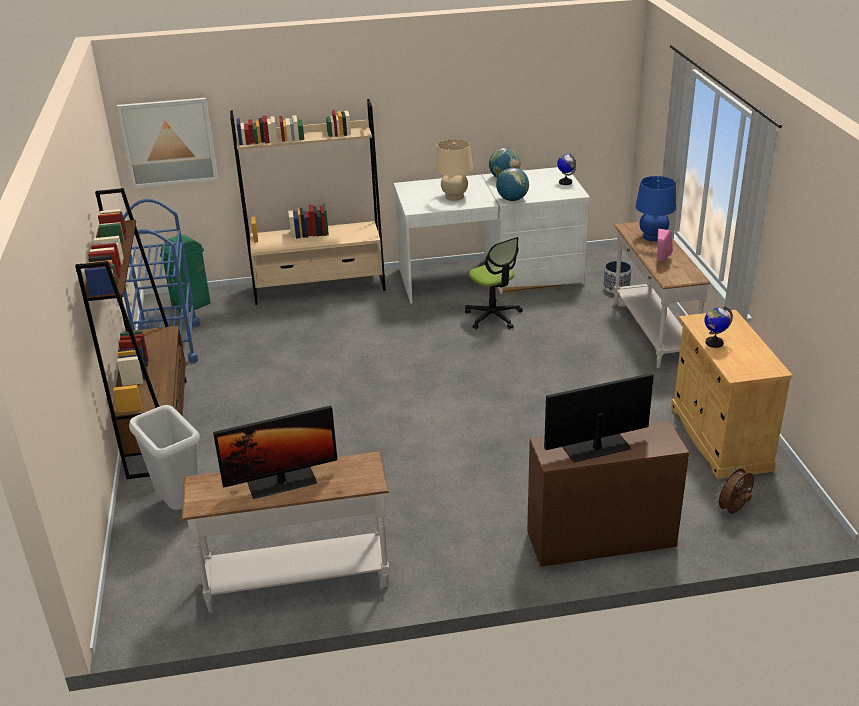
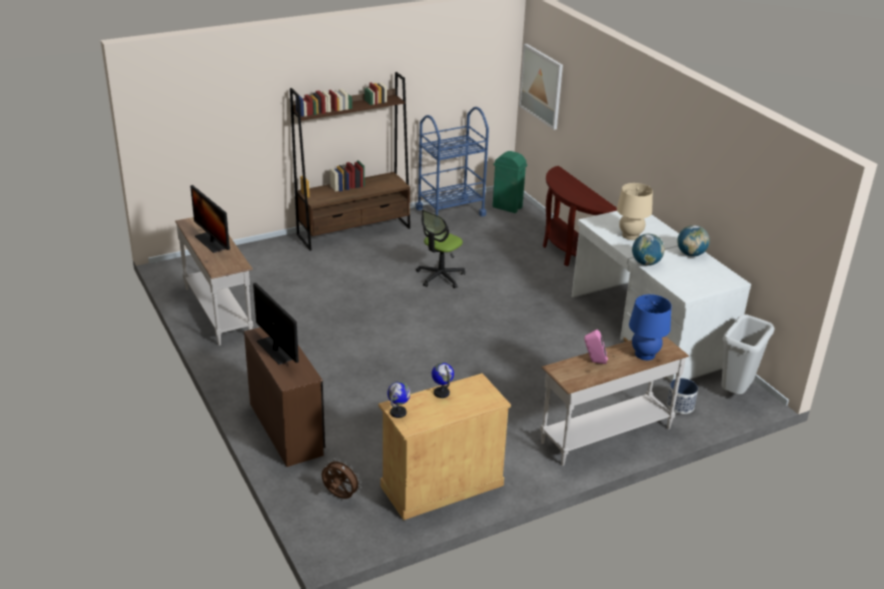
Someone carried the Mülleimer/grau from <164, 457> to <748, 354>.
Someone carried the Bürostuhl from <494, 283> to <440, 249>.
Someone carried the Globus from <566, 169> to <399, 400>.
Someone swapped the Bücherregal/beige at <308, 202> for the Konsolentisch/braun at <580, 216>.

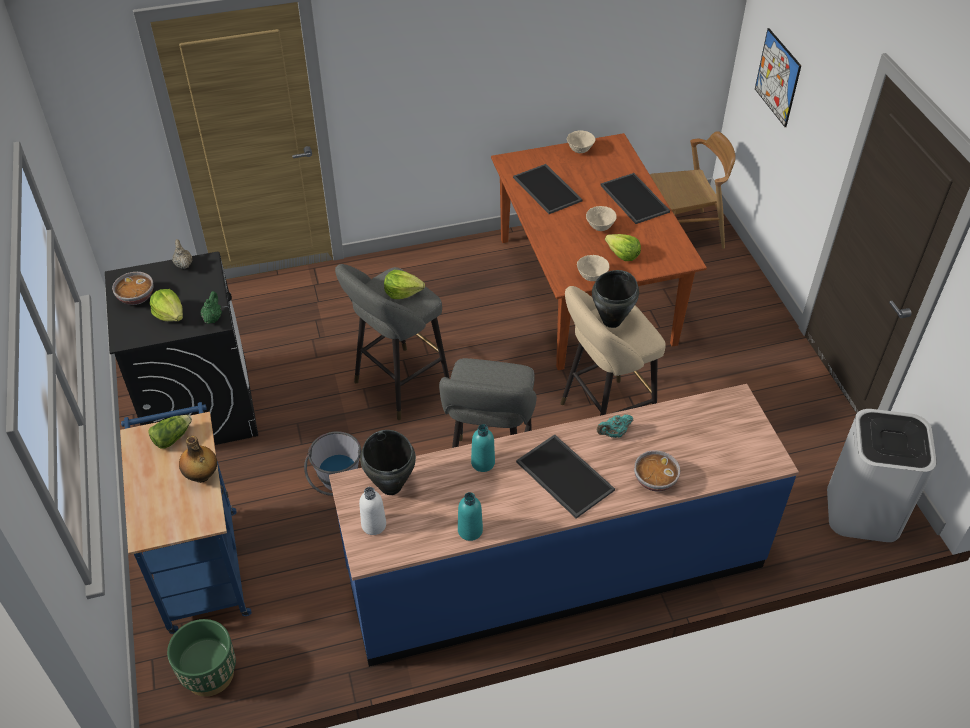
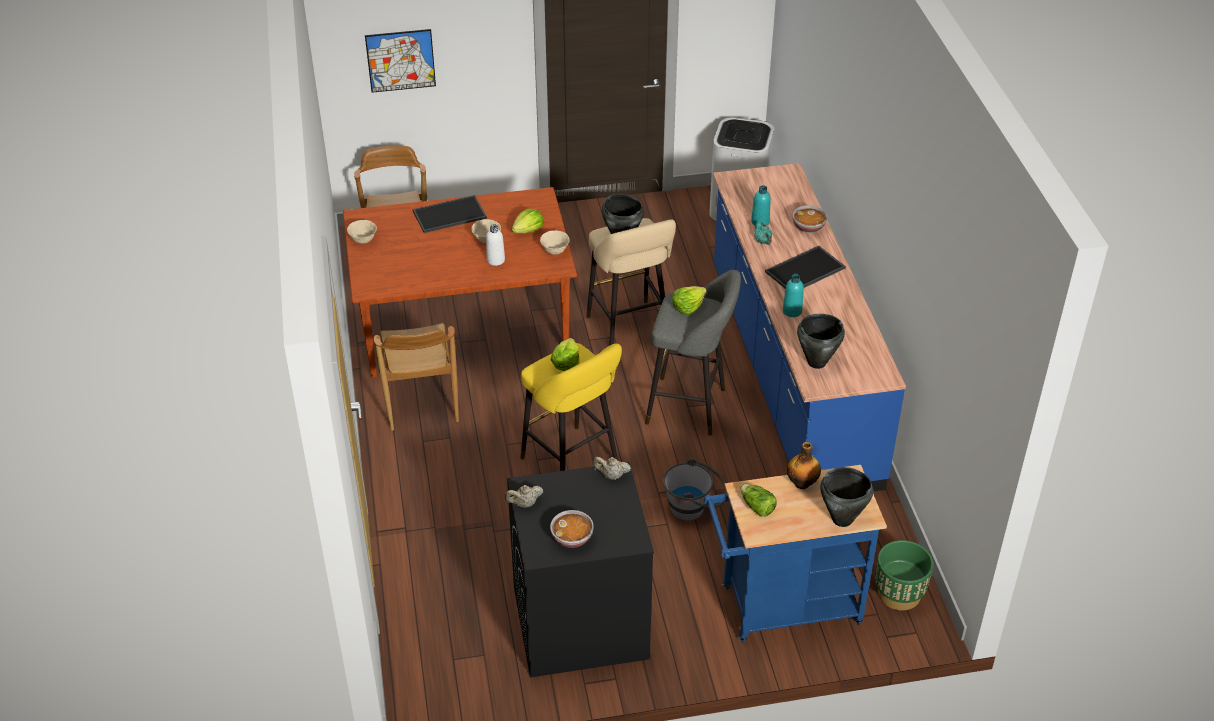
Someone took away the Tablett at <548, 189>.
Someone put down the Stuhl/braun at <416, 377>.
Someone put down the Kochtopf/schwarz at <846, 497>.
Someone carried the Salatkopf from <166, 305> to <689, 300>.
Someone carried the Flasche/weiß from <372, 511> to <495, 245>.
Someone carried the Flasche/türkis from <470, 516> to <761, 205>.
Someone repainted the Teekanne/grün at <211, 307>, which became the Teekanne/beige at <612, 468>.
Someone repainted the Hocker/grau at <392, 342>, which became the Hocker/gelb at <571, 407>.

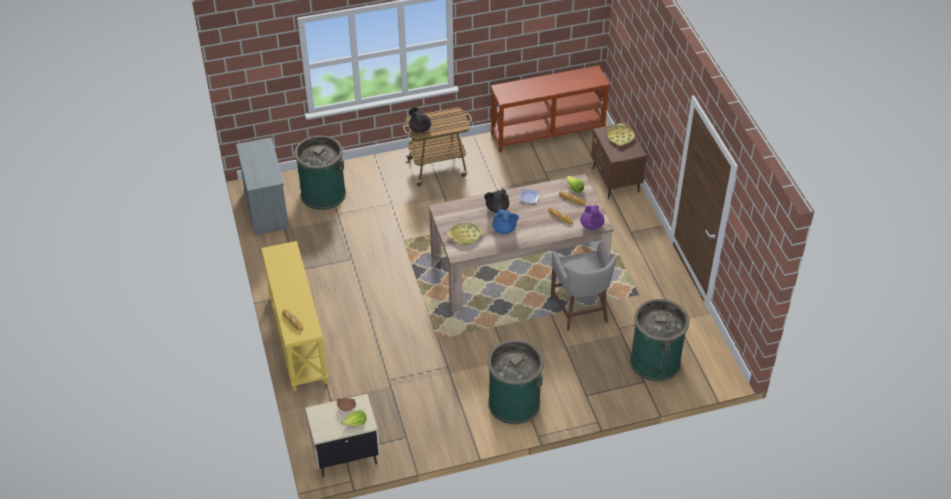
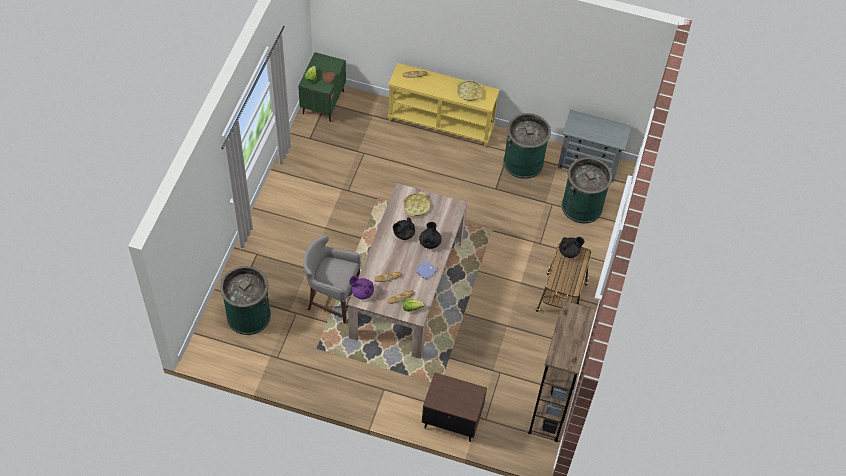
Someone carried the Mülleimer/grün from <516, 382> to <527, 146>.
Someone carried the Tablett/gelb from <621, 134> to <470, 91>.
Someone swapped the Konsolentisch/braun at <550, 109> for the Bücherregal/braun at <562, 371>.
Someone repainted the Nachttisch/beige at <342, 435>, which became the Nachttisch/grün at <322, 87>.
Someone repainted the Teekanne/blau at <506, 221>, which became the Teekanne/schwarz at <404, 229>.

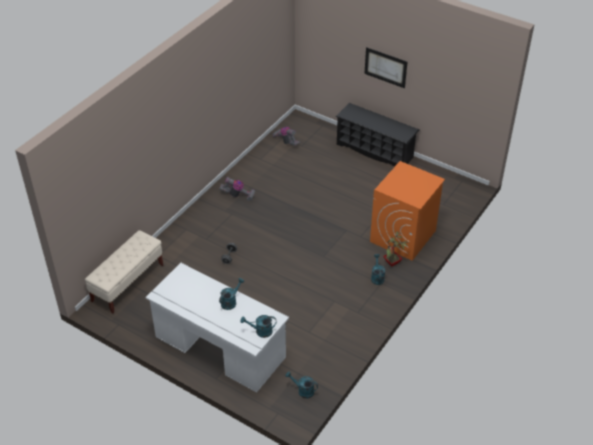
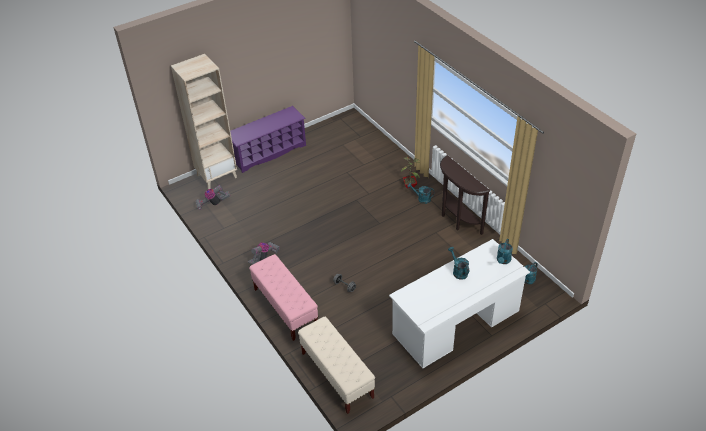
Someone took away the Bild at <385, 67>.
Someone took away the Waschmaschine/orange at <407, 211>.
Someone put down the Bücherregal/beige at <204, 121>.
Someone put down the Bank/rosa at <283, 297>.
Someone put down the Konsolentisch/braun at <465, 195>.
Someone repainted the Schuhregal/schwarz at <378, 134>, which became the Schuhregal/lila at <268, 139>.

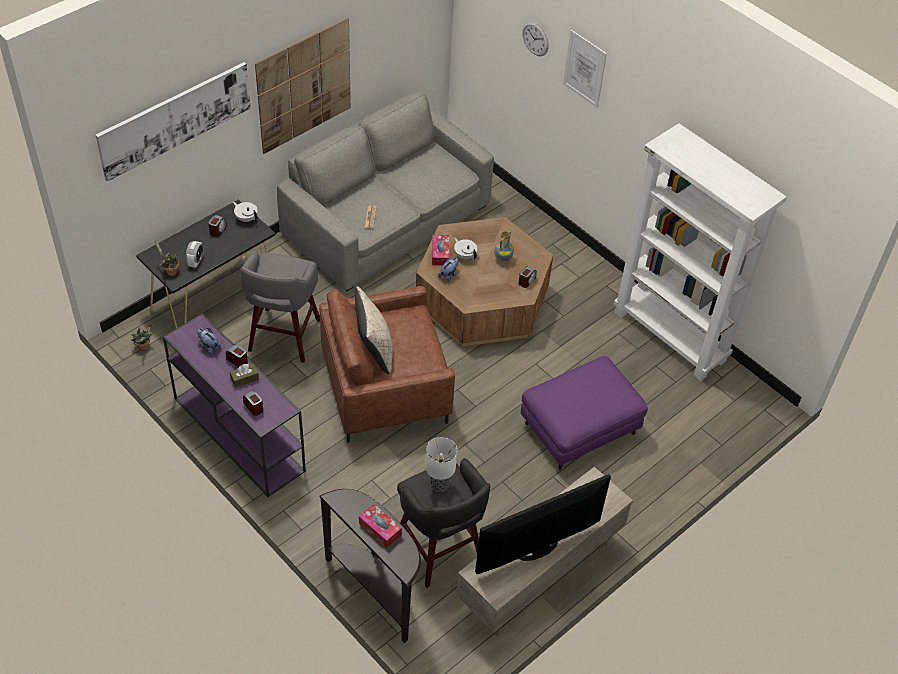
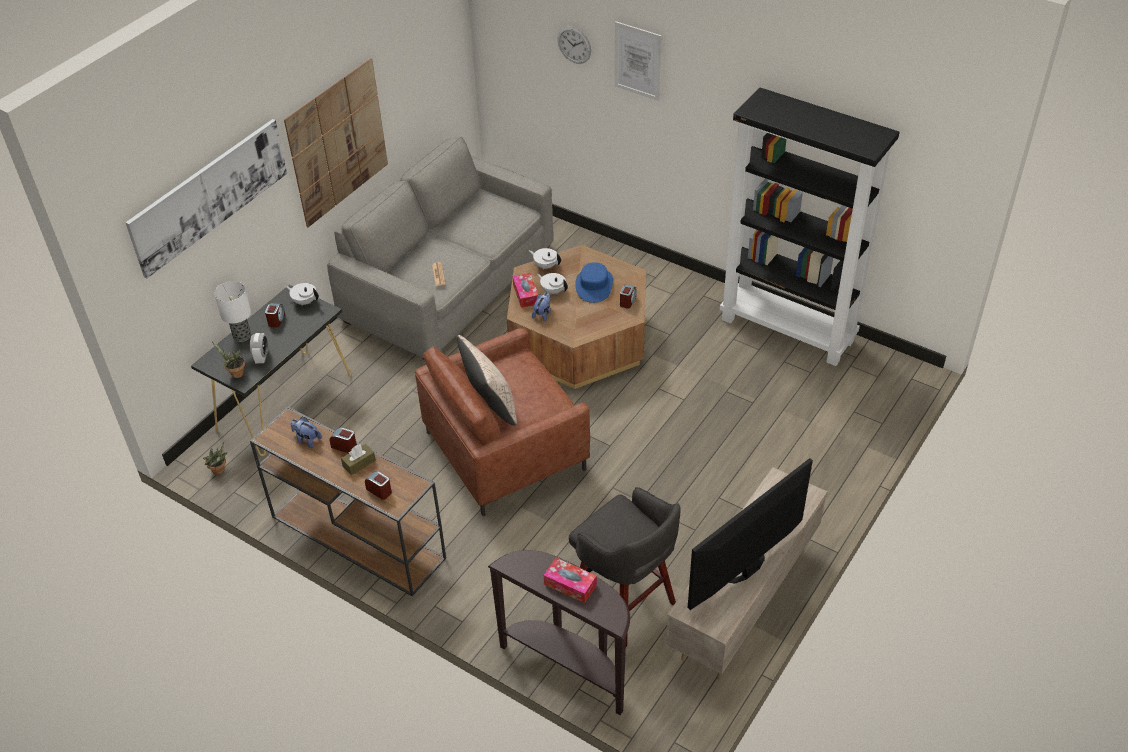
Someone took away the Hocker/grau at <280, 306>.
Someone took away the Polsterhocker/lila at <584, 413>.
Someone put down the Teekanne/weiß at <545, 259>.
Someone carried the Tischlampe from <441, 464> to <232, 311>.
Someone swapped the Vase at <504, 246> for the Hut/blau at <594, 282>.
Someone repainted the Konsolentisch/lila at <234, 405>, which became the Konsolentisch/braun at <348, 501>.
Someone repainted the Bücherregal/weiß at <700, 252>, which became the Bücherregal/schwarz at <810, 227>.

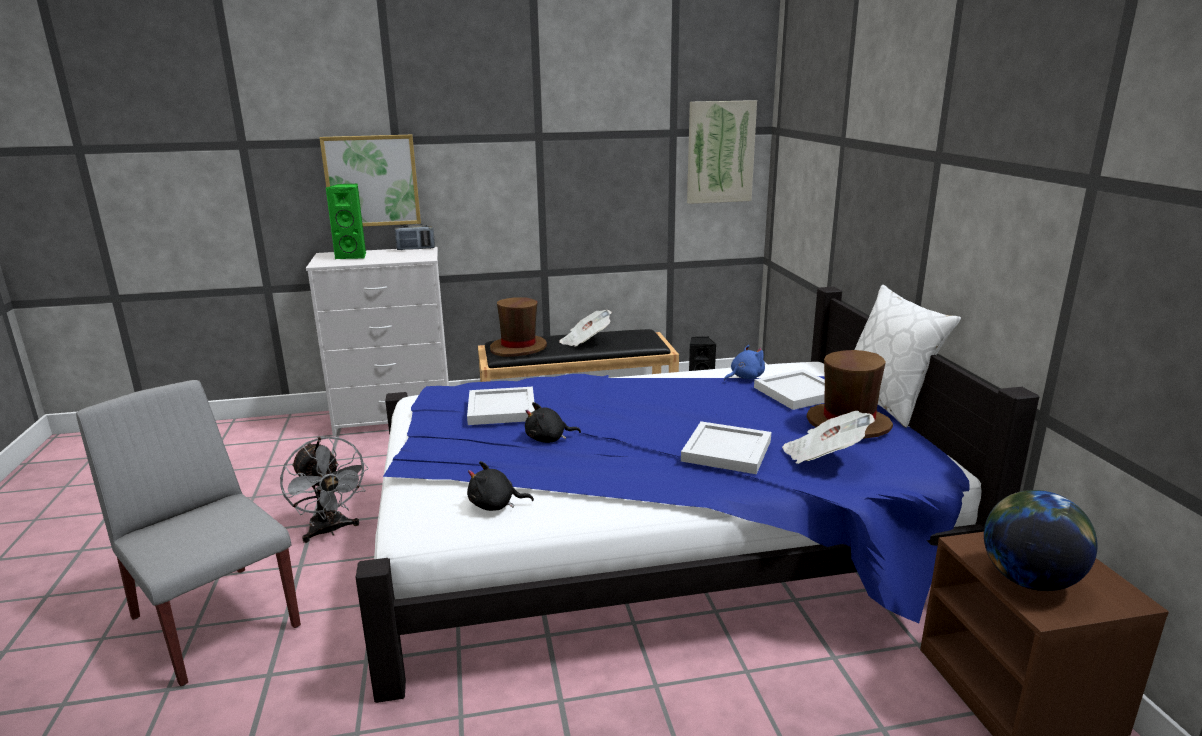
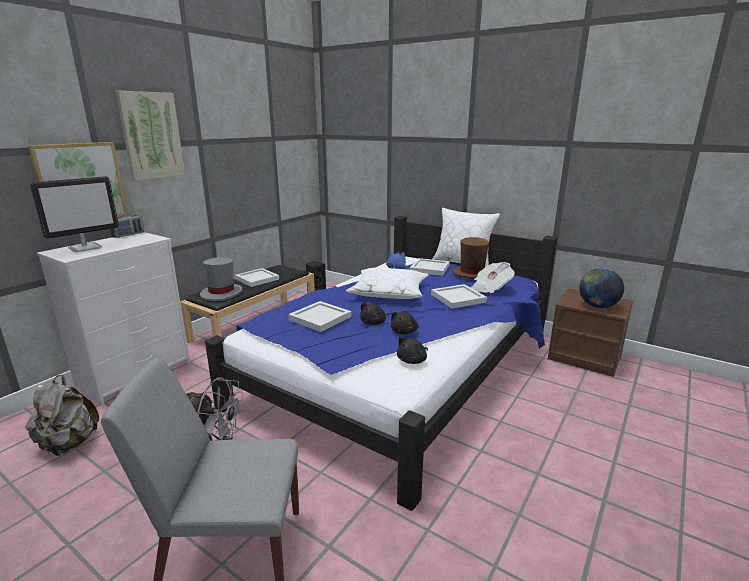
Someone put down the Rucksack/grau at <62, 415>.
Someone put down the Kissen/weiß at <387, 283>.
Someone put down the Plüschtier/schwarz at <404, 323>.
Someone carried the Bild from <722, 152> to <150, 136>.
Someone swapped the Lautsprecher/grün at <346, 221> for the Monitor at <74, 214>.
Someone swapped the Zeitung at <585, 328> for the Tablett/weiß at <257, 277>.
Someone repainted the Hut/braun at <518, 327>, which became the Hut/grau at <221, 279>.

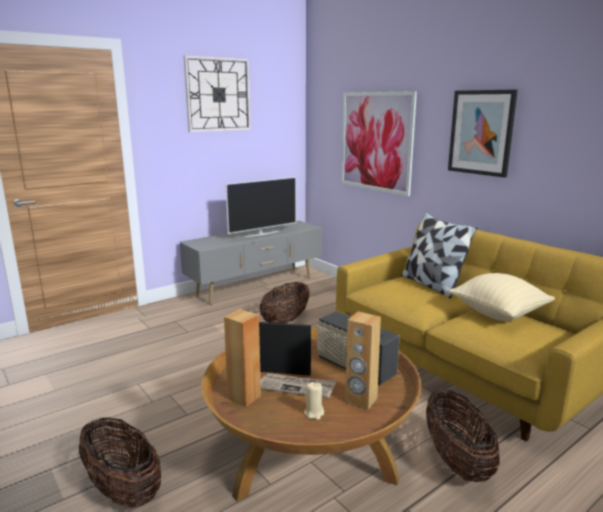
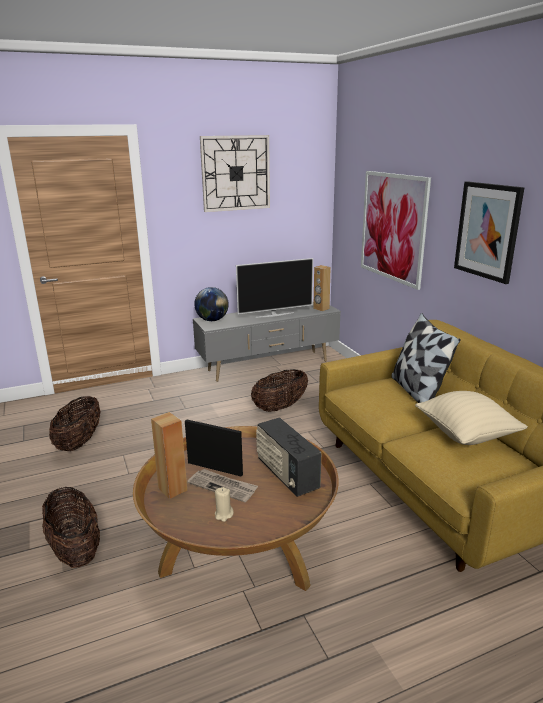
Someone put down the Globus at <211, 304>.
Someone carried the Lautsprecher/braun from <363, 360> to <322, 288>.
Someone carried the Korb from <463, 435> to <74, 423>.

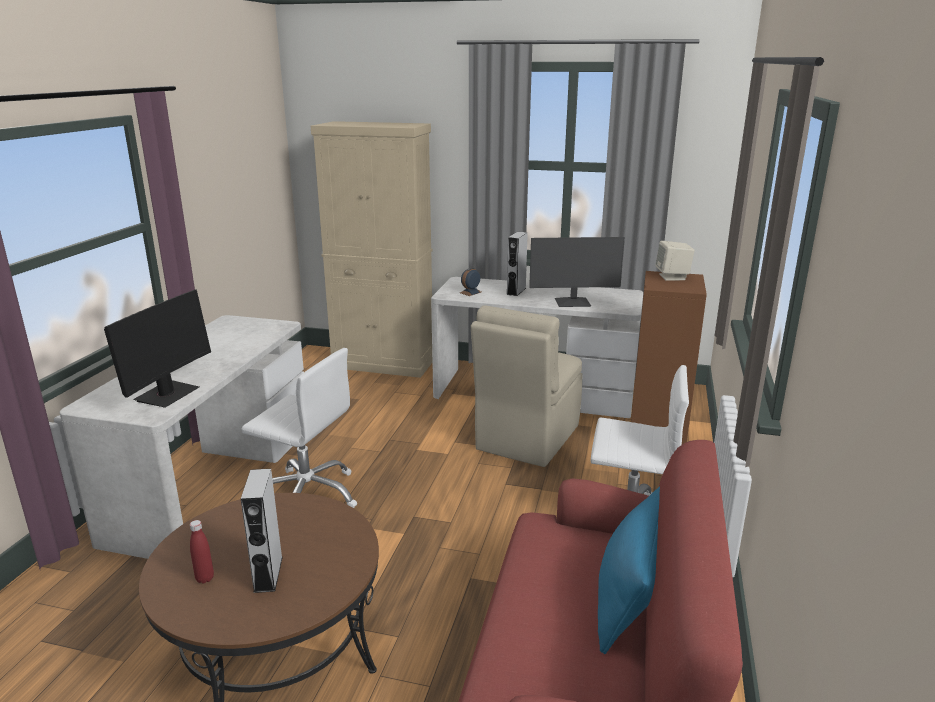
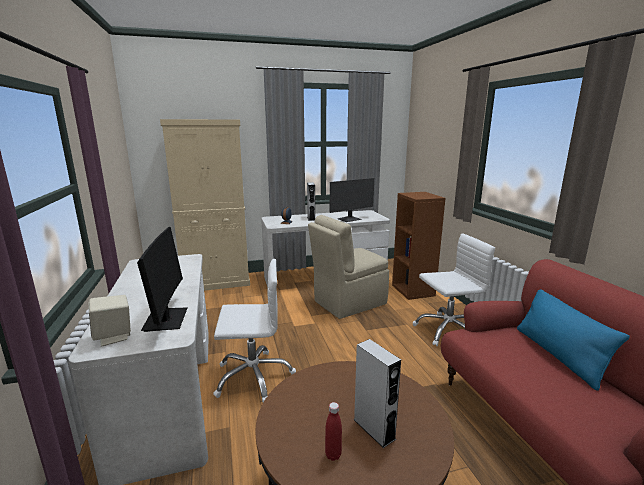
Someone carried the Lautsprecher/beige from <675, 261> to <110, 321>.
Someone rotated the Stuhl/beige at <526, 386> by 60 degrees clockwise.

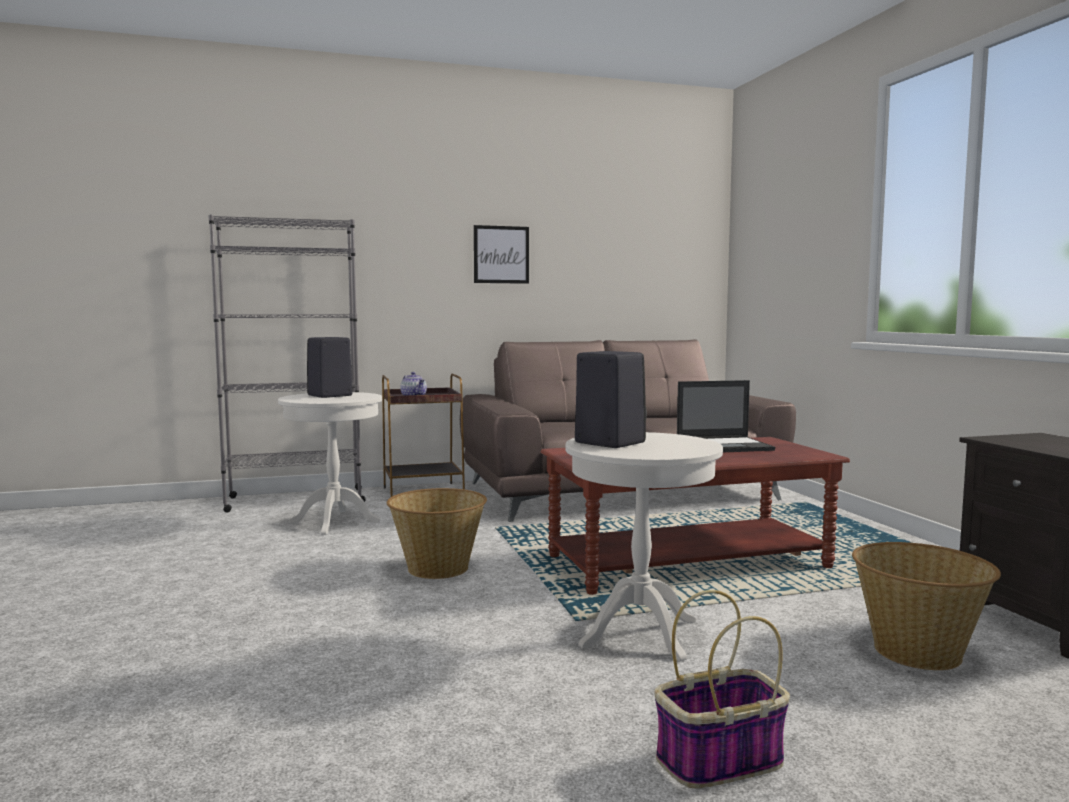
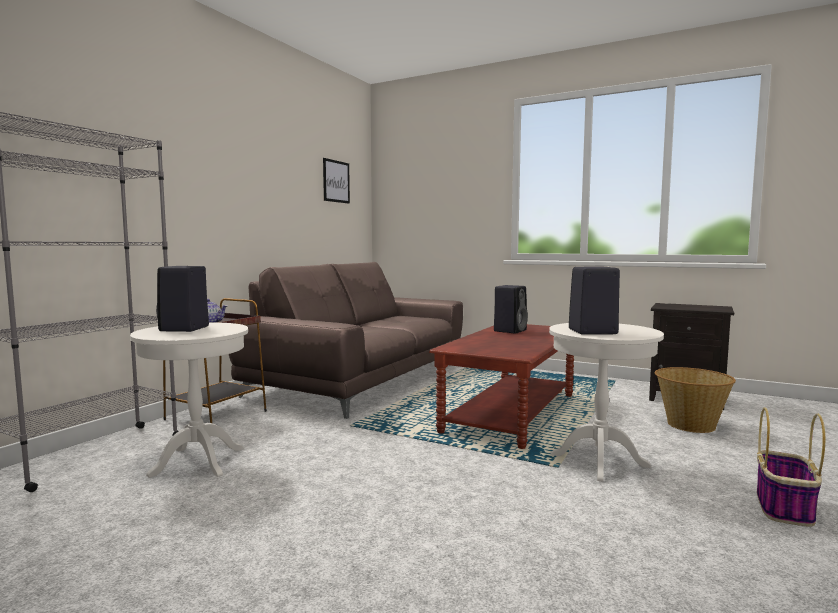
Someone took away the Korb at <437, 533>.
Someone carried the Bild from <501, 254> to <336, 181>.
Someone swapped the Laptop at <726, 416> for the Lautsprecher/schwarz at <511, 309>.

